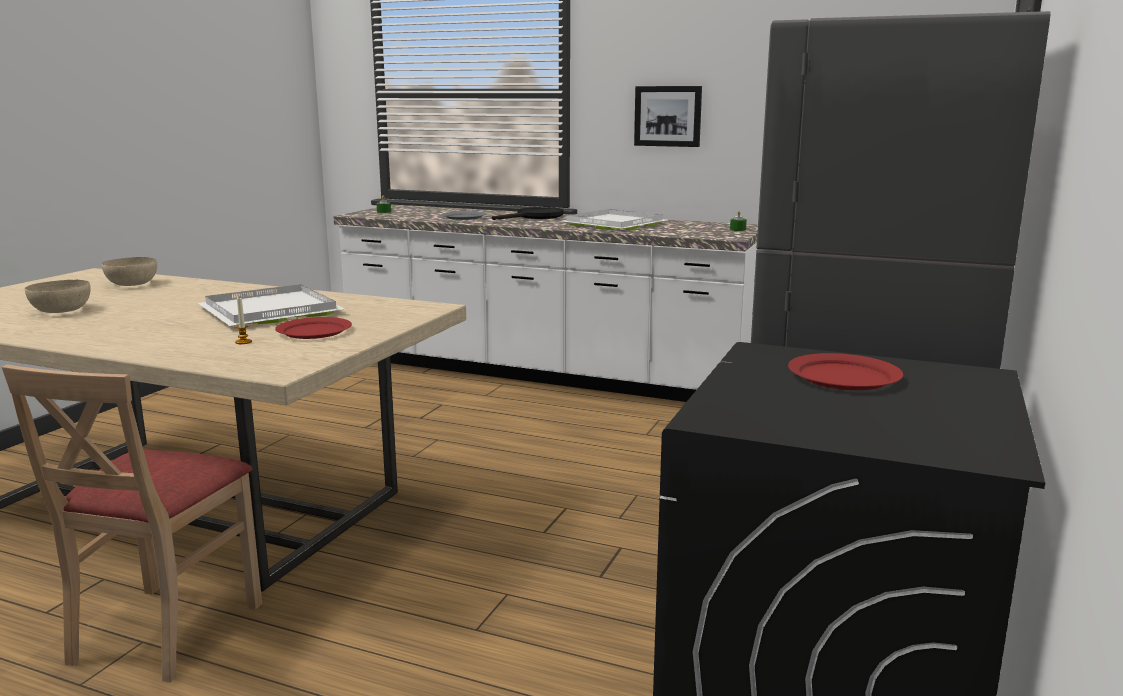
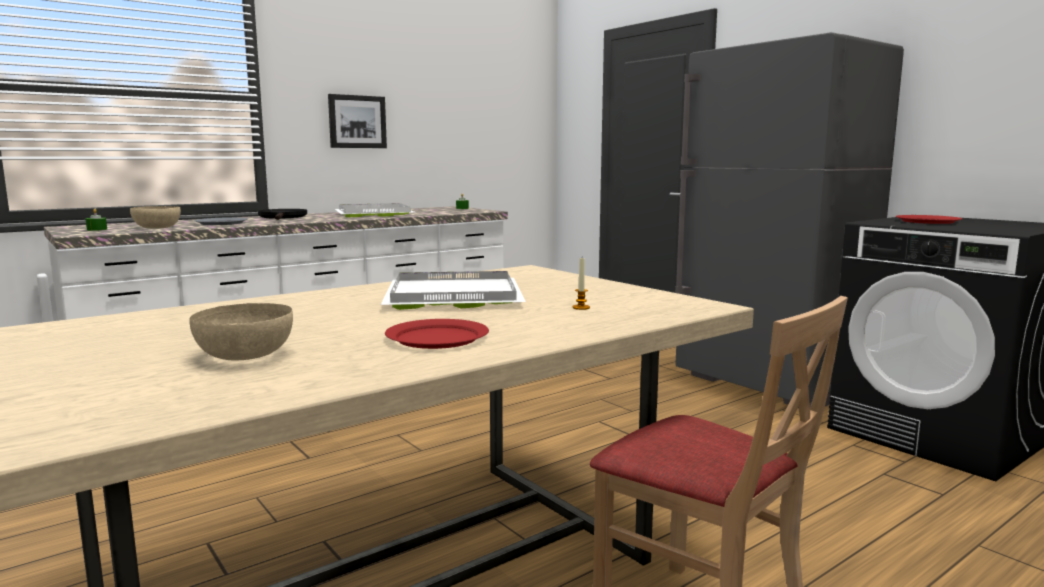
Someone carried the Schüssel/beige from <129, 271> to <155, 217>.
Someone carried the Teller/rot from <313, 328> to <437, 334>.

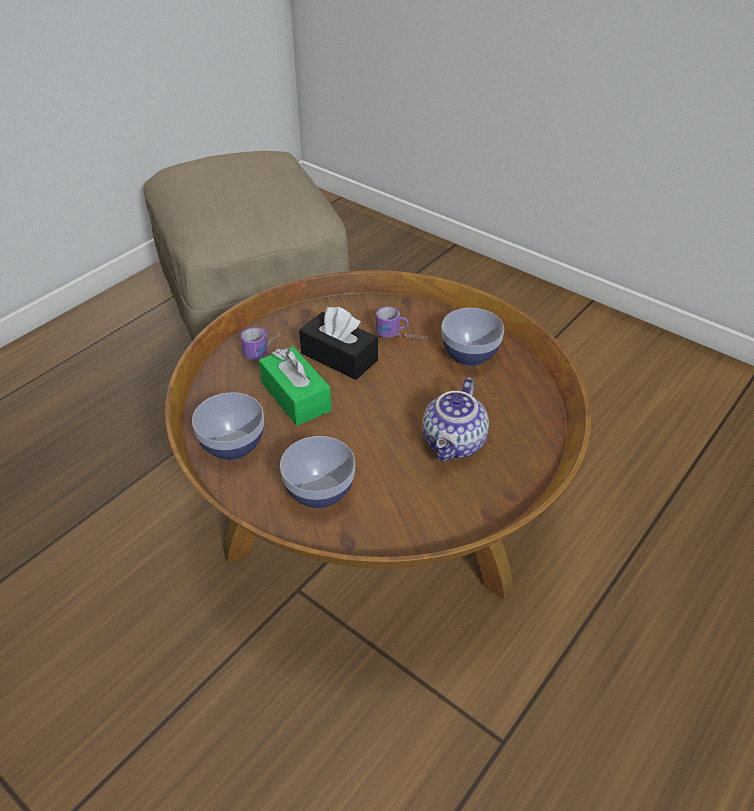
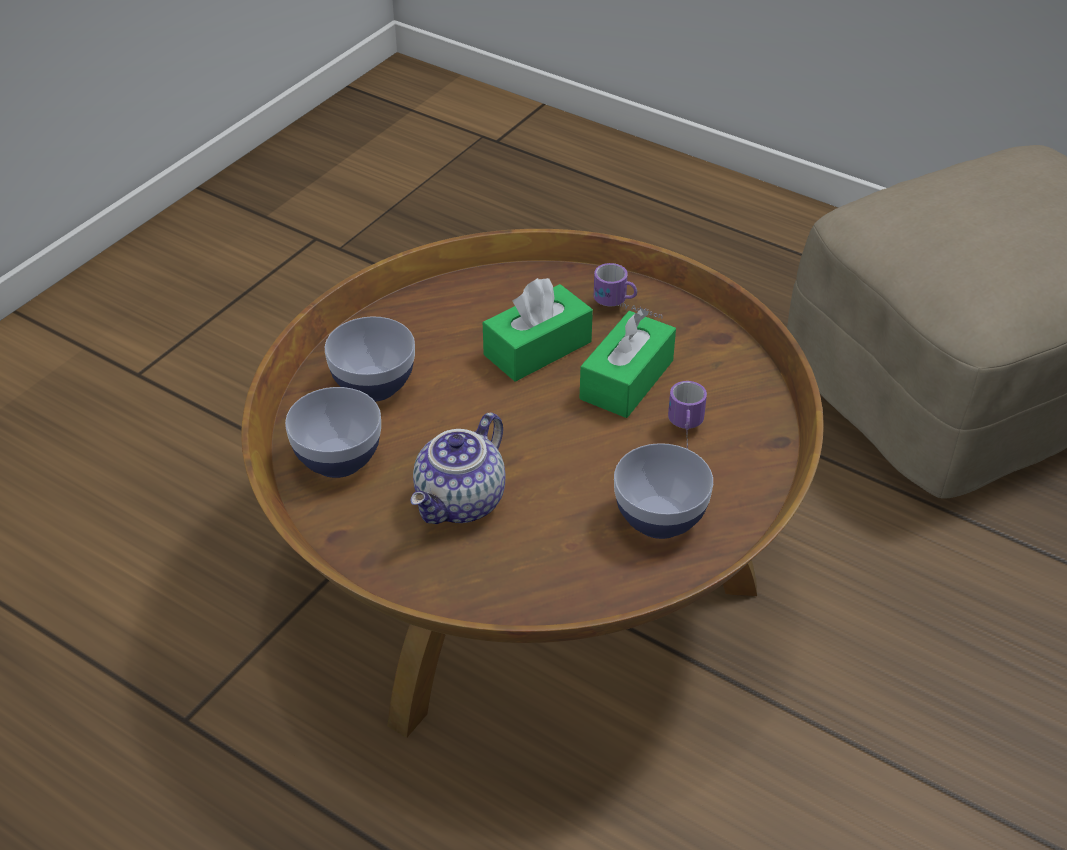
Someone carried the Schüssel from <228, 426> to <333, 432>.
Someone repainted the Taschentuchbox/schwarz at <338, 343>, which became the Taschentuchbox/grün at <628, 363>.
Someone rotated the Teekanne at <455, 419> by 75 degrees counterclockwise.

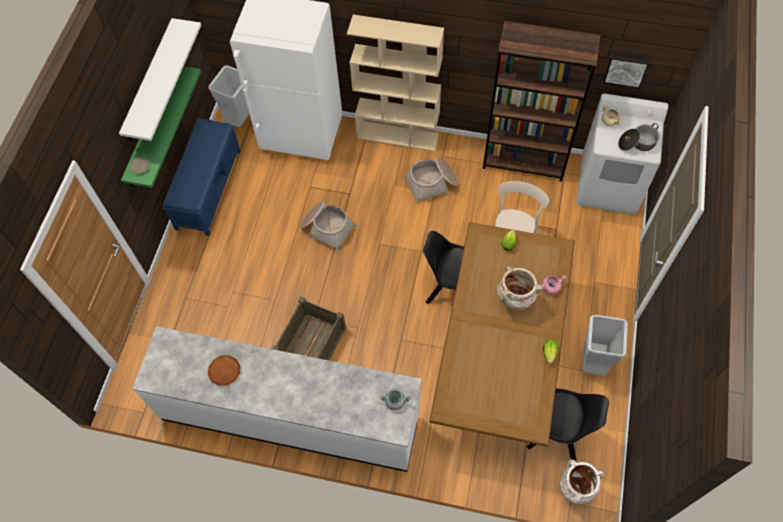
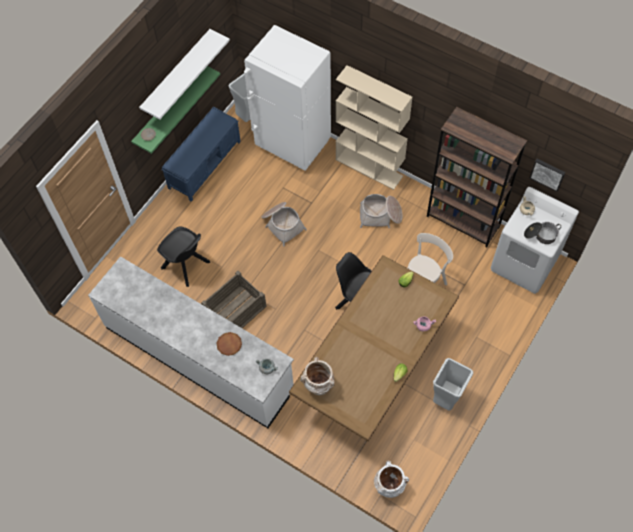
Someone carried the Teller/braun from <224, 370> to <229, 344>.
Someone carried the Vase/beige from <519, 288> to <317, 375>.
Someone carried the Stuhl/schwarz from <568, 424> to <183, 257>.

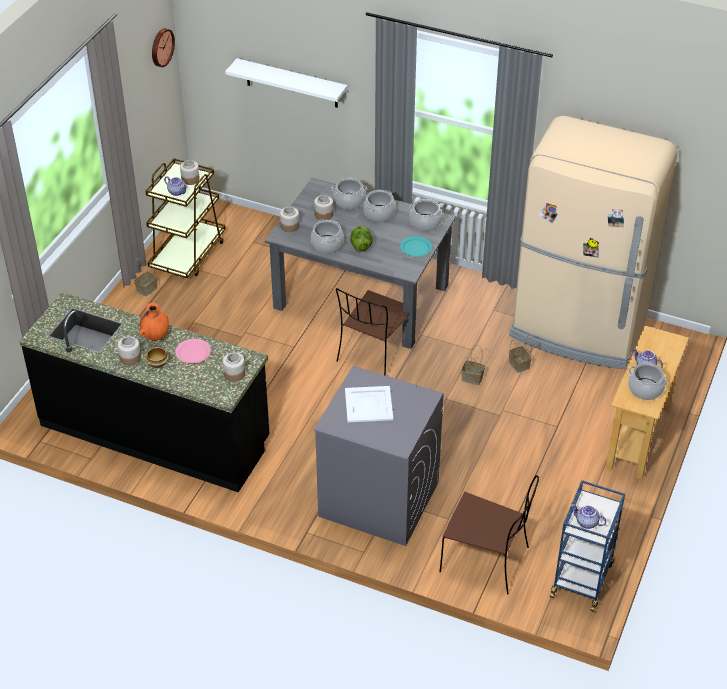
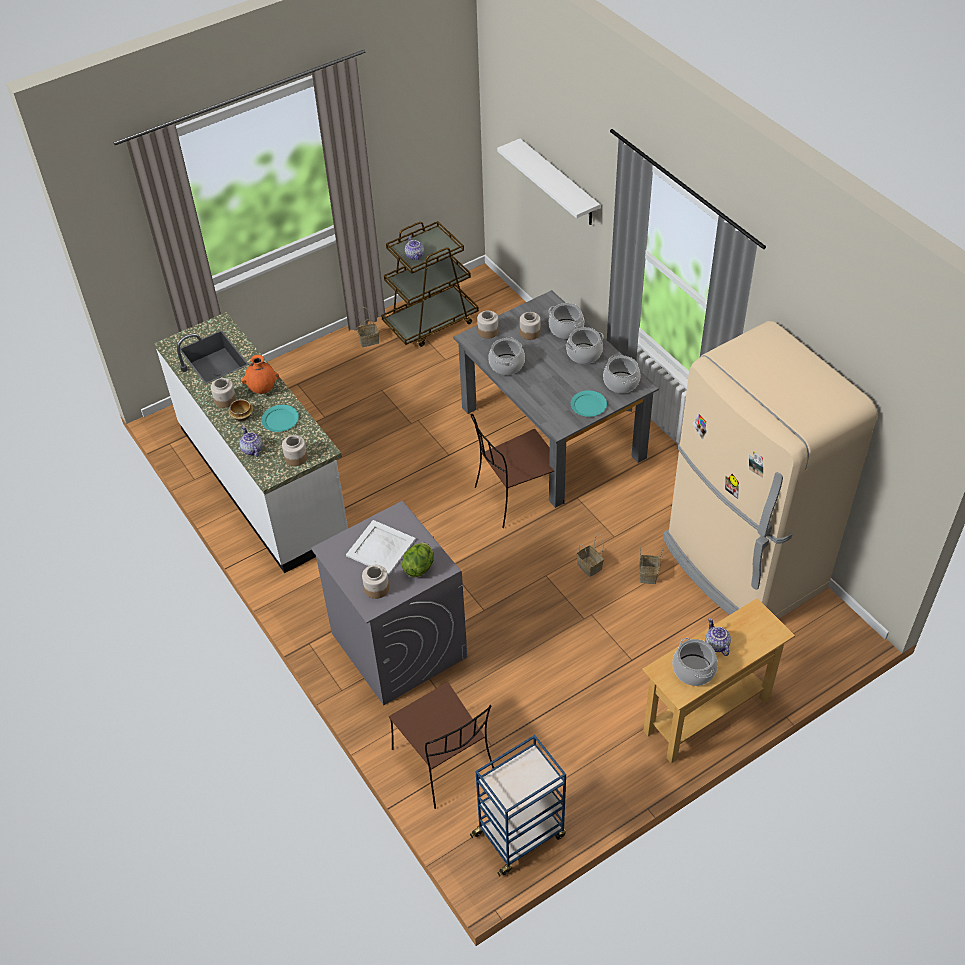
Someone took away the Wanduhr at <163, 47>.
Someone carried the Vorratsglas from <190, 172> to <375, 582>.
Someone carried the Salatkopf from <361, 239> to <417, 559>.
Someone carried the Teekanne from <588, 516> to <251, 441>.
Someone repainted the Küchenzeile/schwarz at <144, 392>, which became the Küchenzeile/weiß at <251, 442>.
Someone repainted the Teller/rosa at <193, 351>, which became the Teller/türkis at <280, 418>.

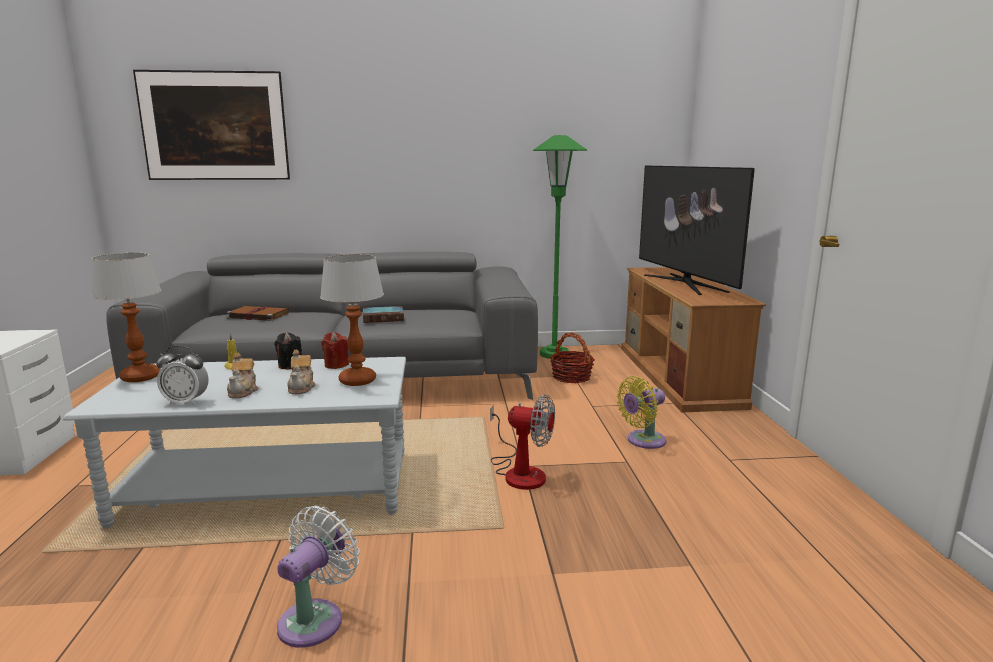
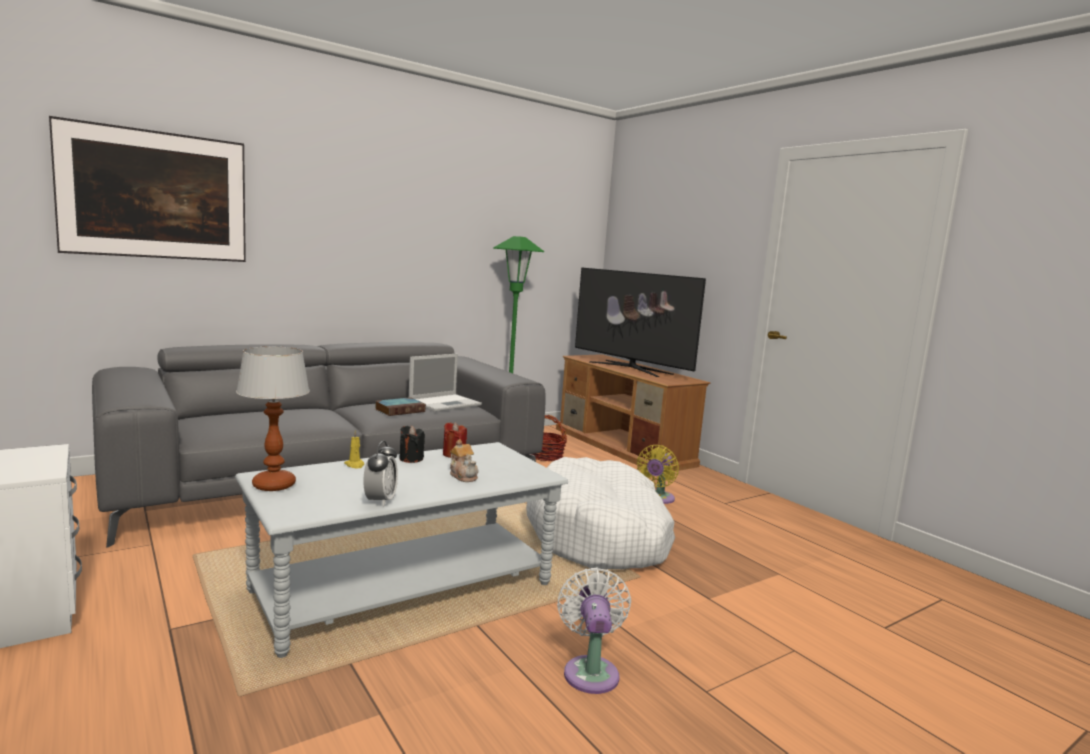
Someone took away the Buch/braun at <257, 313>.
Someone took away the Teekanne at <242, 375>.
Someone took away the Tischlampe at <352, 320>.
Someone put down the Laptop at <445, 383>.
Someone swapped the Ventilator at <522, 442> for the Hundebett/weiß at <600, 513>.
Someone rotated the Wecker at <182, 375> by 60 degrees counterclockwise.

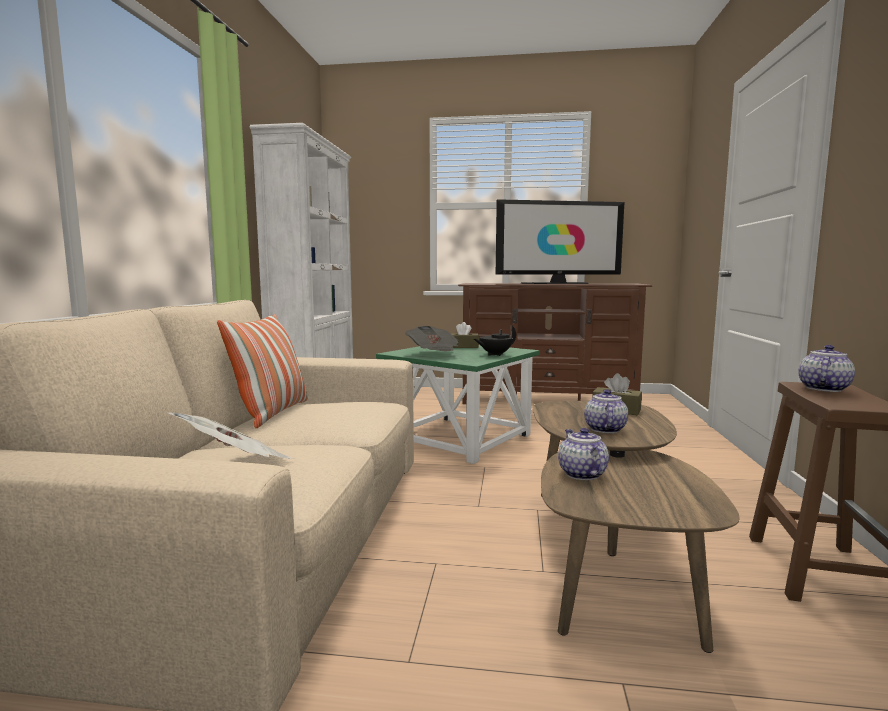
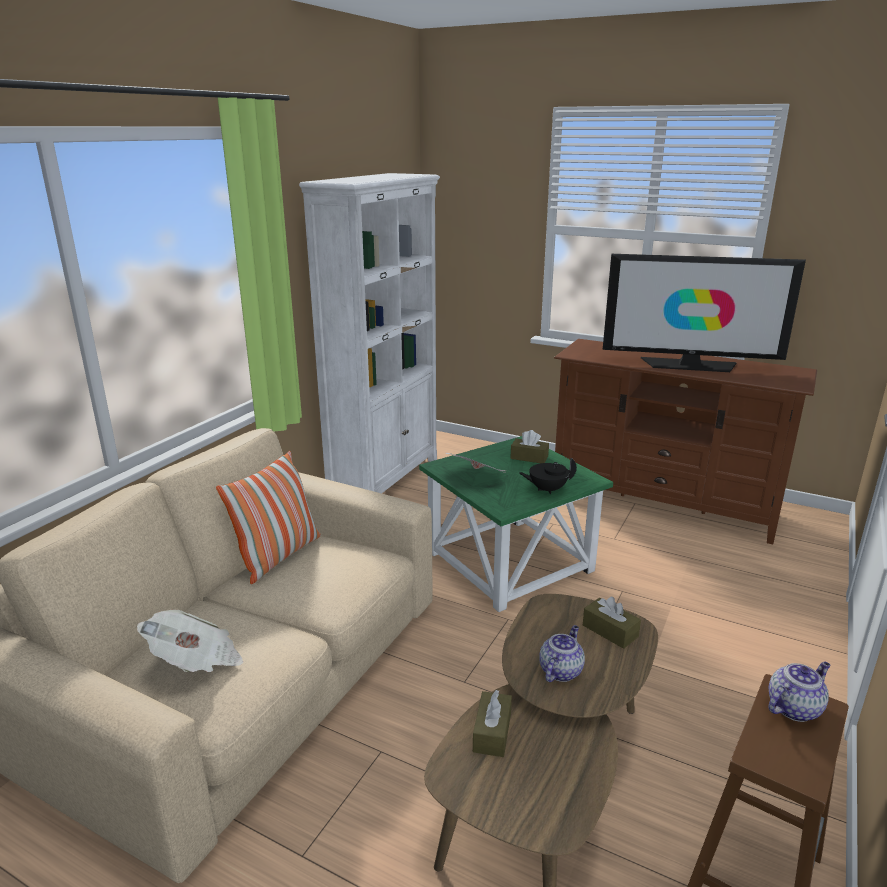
Someone swapped the Teekanne at <583, 454> for the Taschentuchbox/braun at <492, 723>.

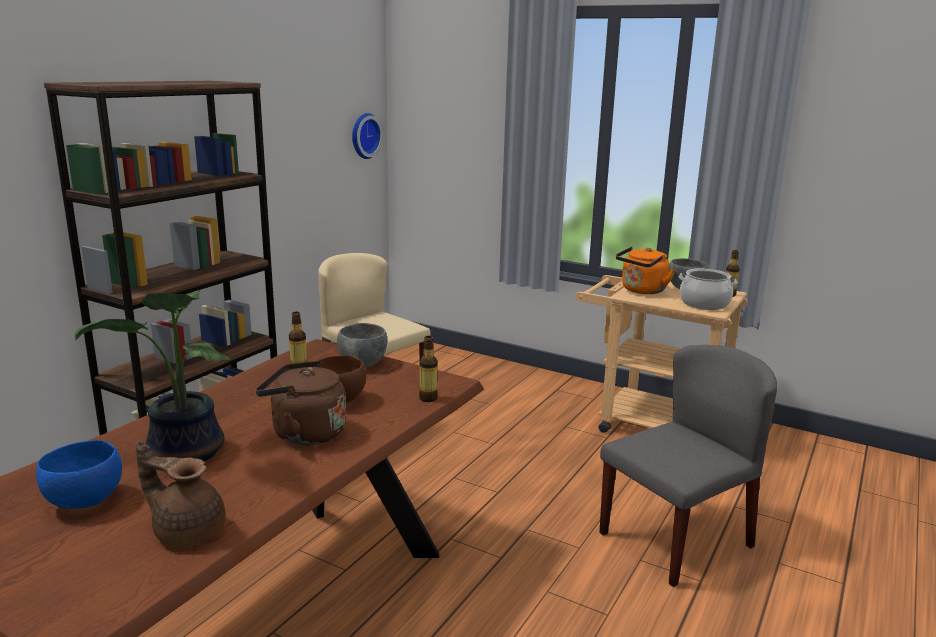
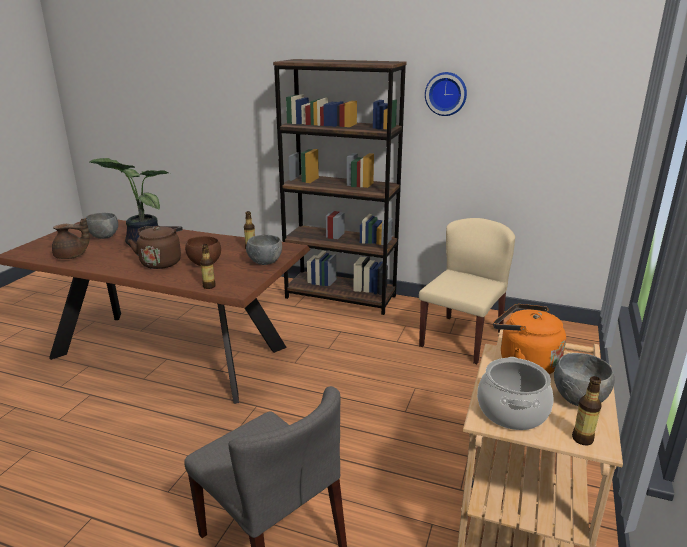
Someone carried the Wanduhr from <367, 136> to <446, 94>.
Someone repainted the Schüssel/blau at <79, 474>, which became the Schüssel/grau at <102, 226>.
Someone rotated the Teekanne/braun at <181, 493> by 75 degrees clockwise.

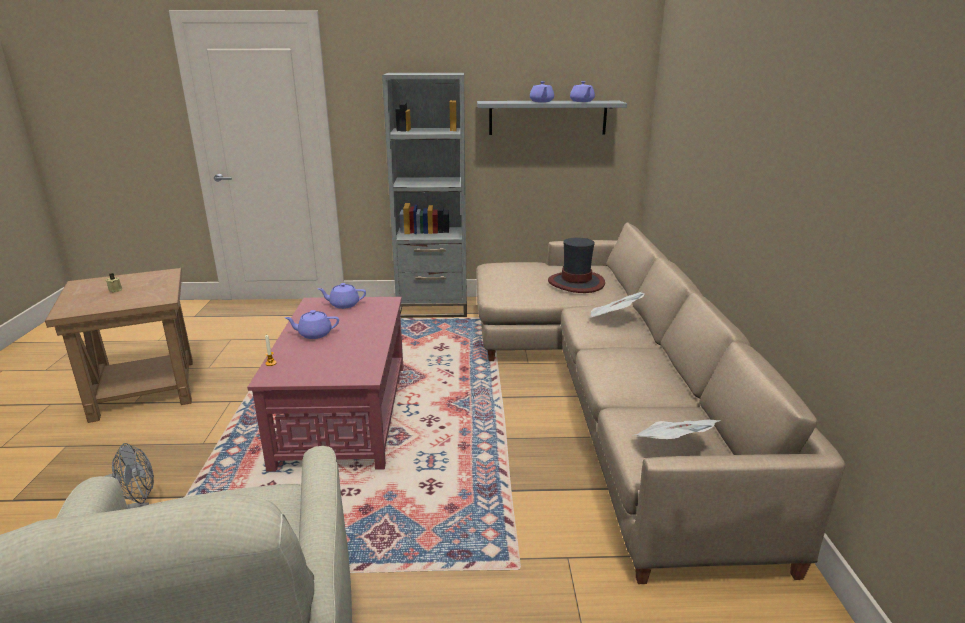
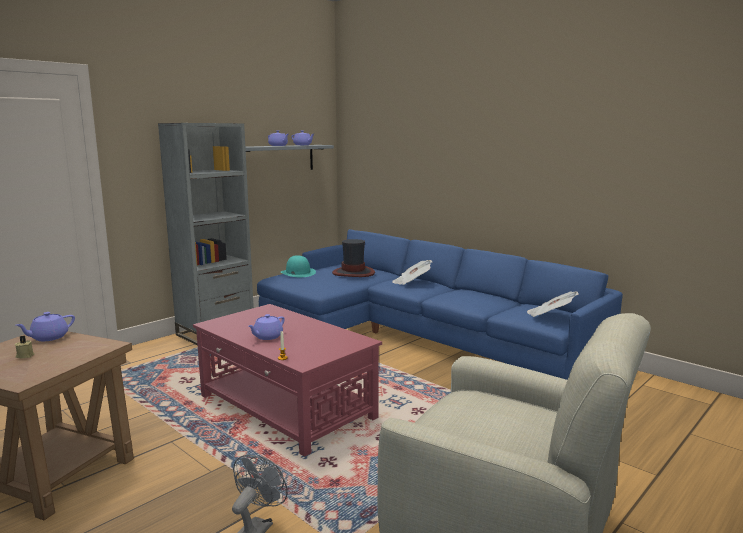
Someone put down the Hut/türkis at <298, 266>.
Someone carried the Teekanne/lila from <342, 296> to <45, 326>.
Someone repainted the Sofa/beige at <660, 403>, which became the Sofa/blau at <440, 304>.

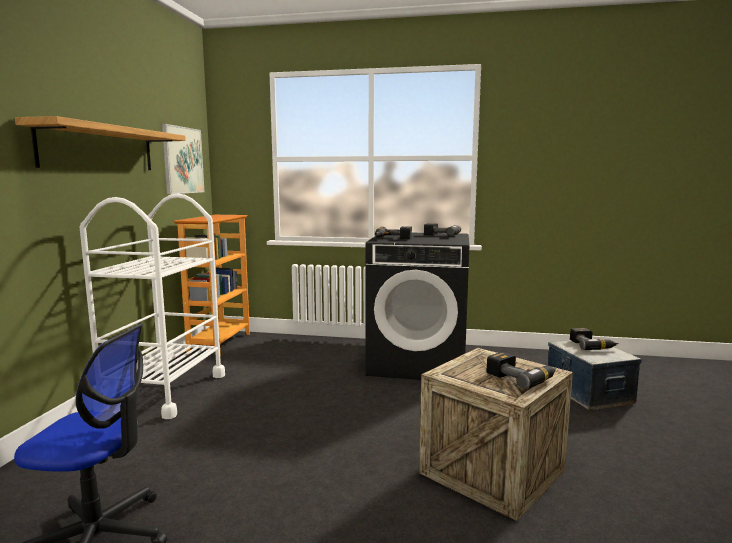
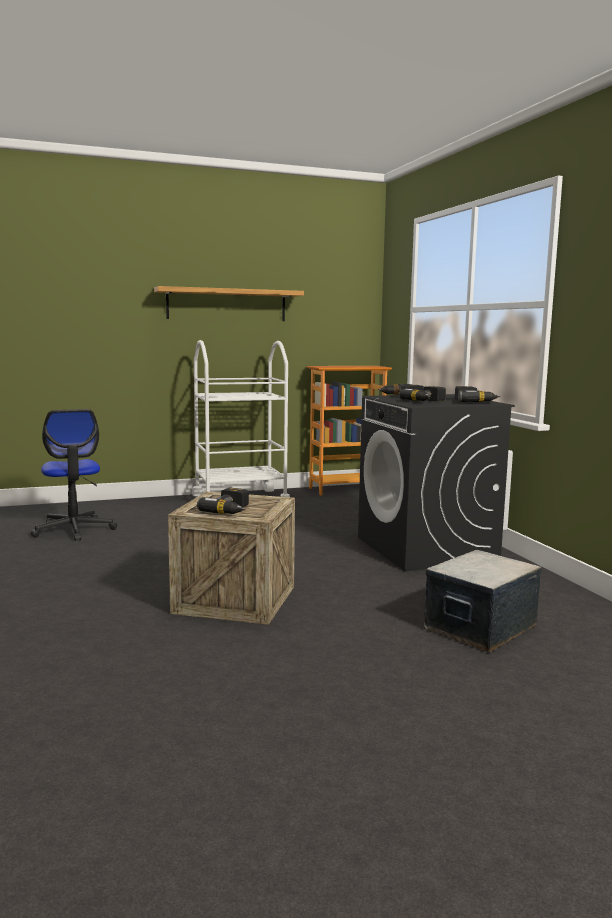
Someone took away the Bild at <183, 159>.
Someone carried the Bohrmaschine from <594, 339> to <422, 393>.

